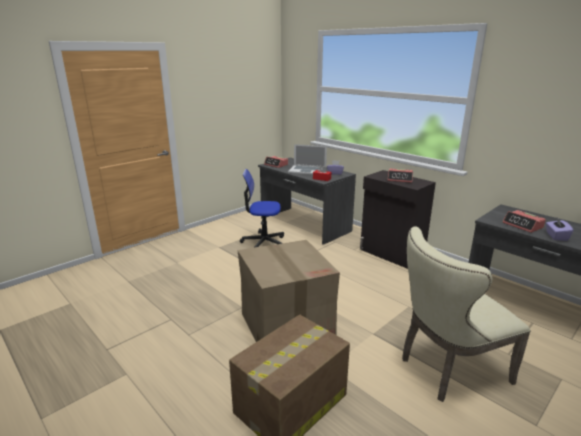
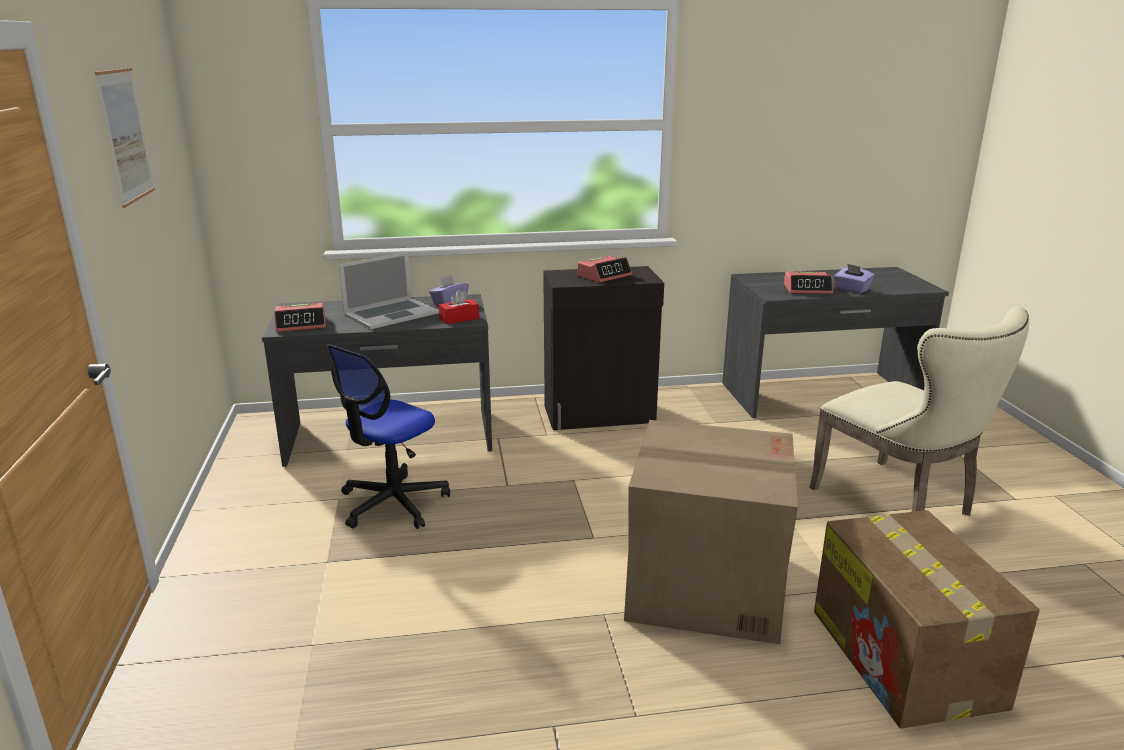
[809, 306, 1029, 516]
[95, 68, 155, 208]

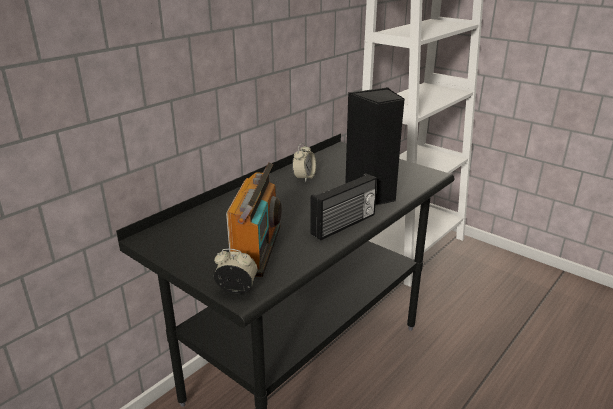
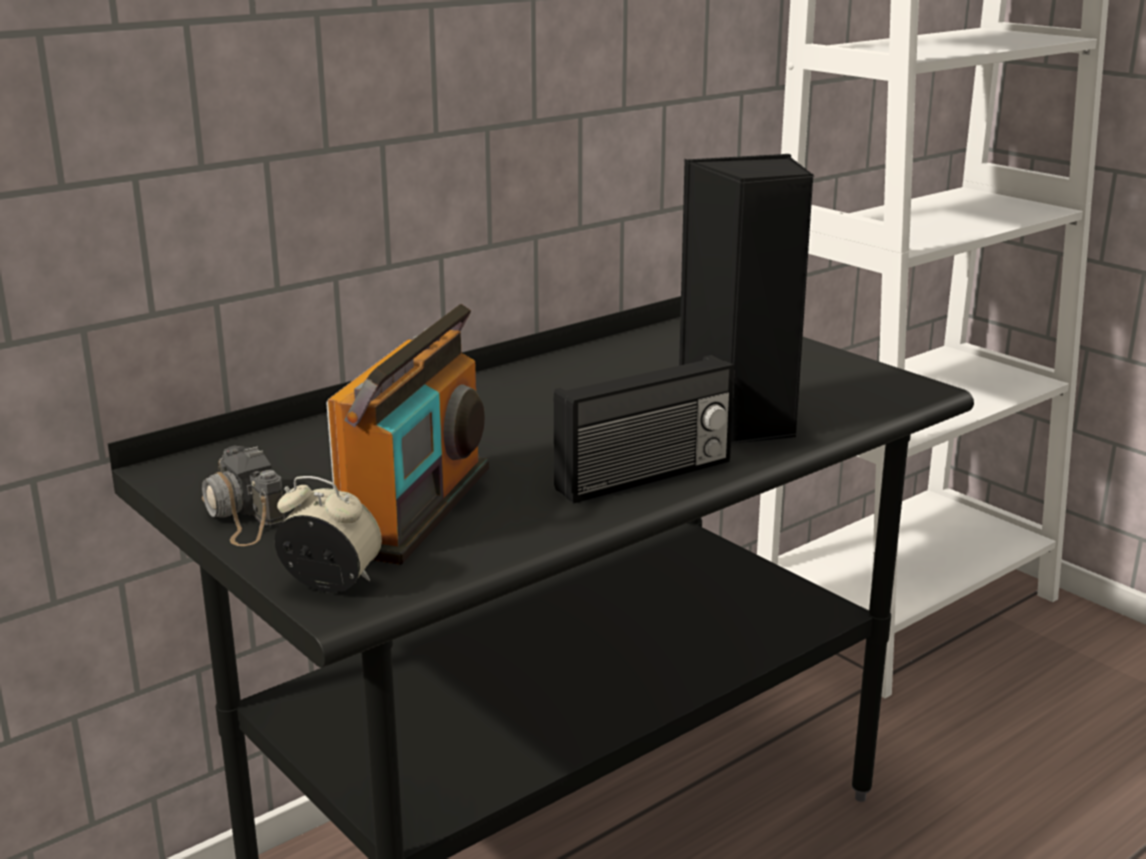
[292, 143, 316, 182] (first image)
[202, 445, 286, 546]

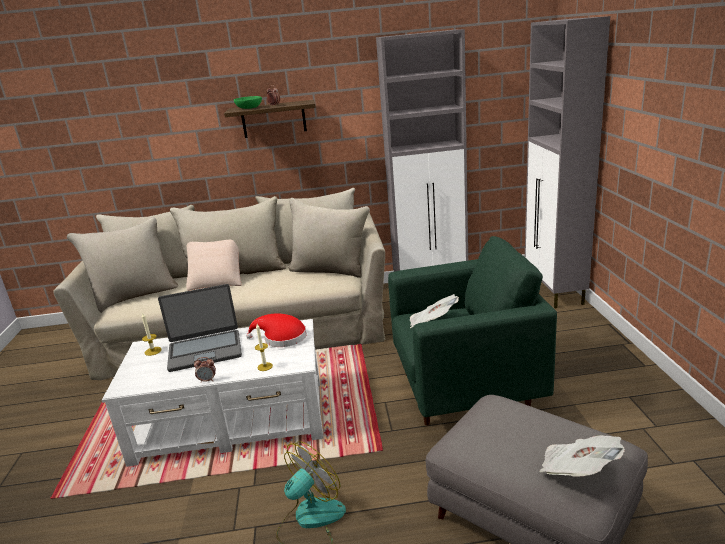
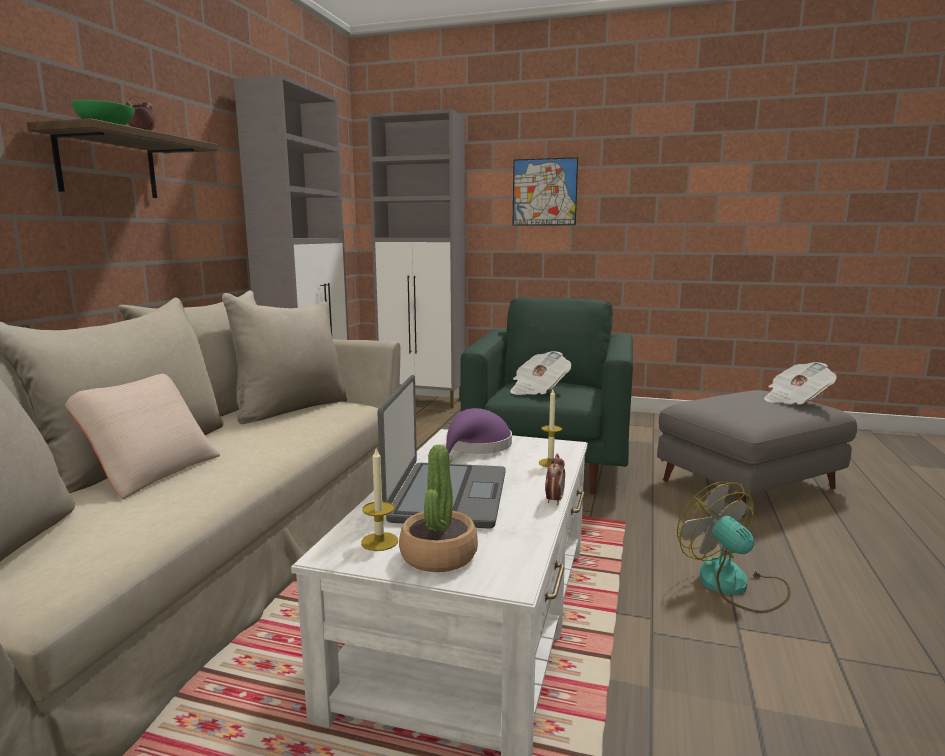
[446, 408, 512, 464]
[399, 445, 478, 572]
[512, 157, 578, 226]

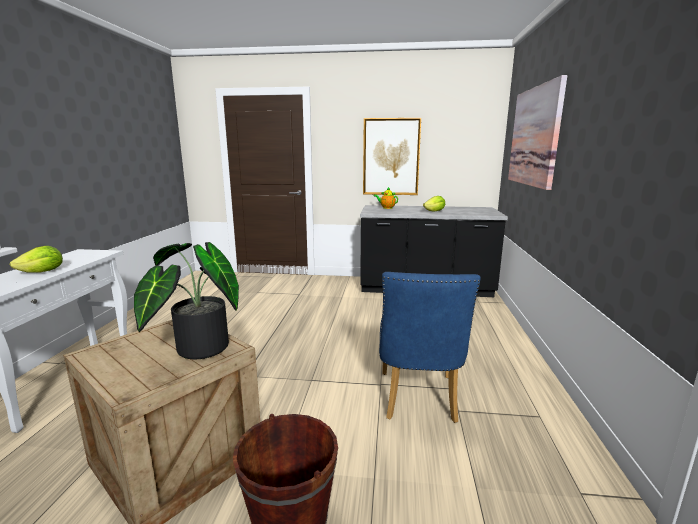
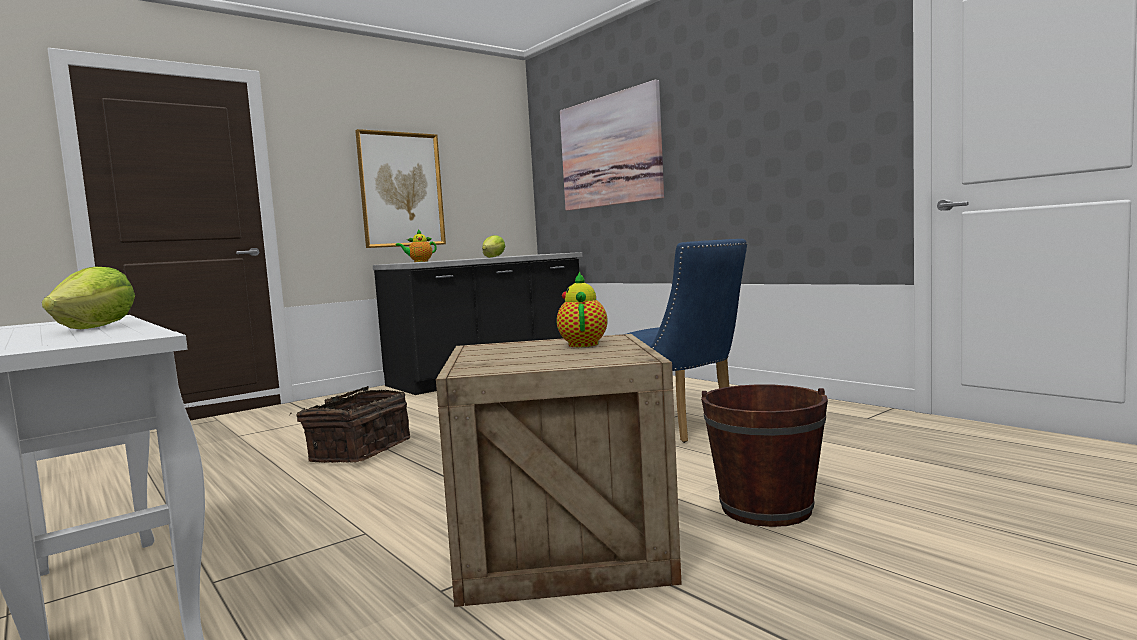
[557, 272, 608, 347]
[290, 386, 410, 463]

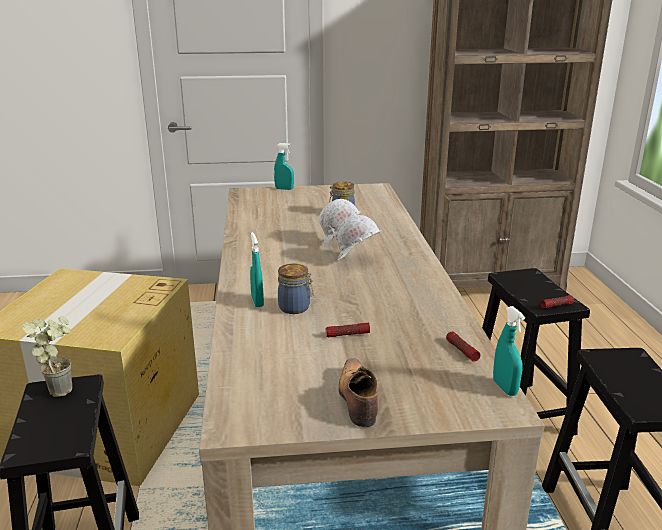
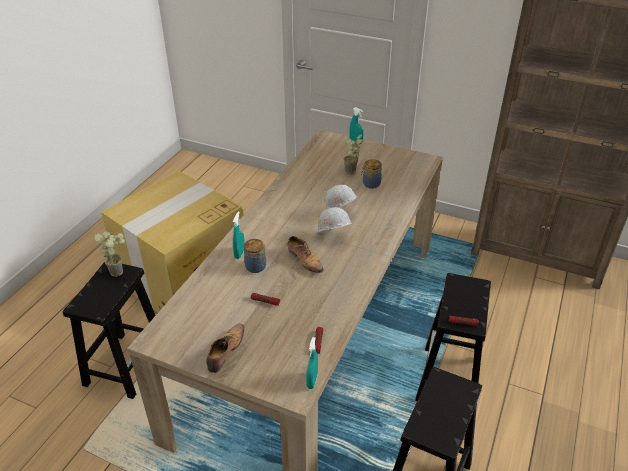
[288, 236, 324, 273]
[344, 134, 362, 175]

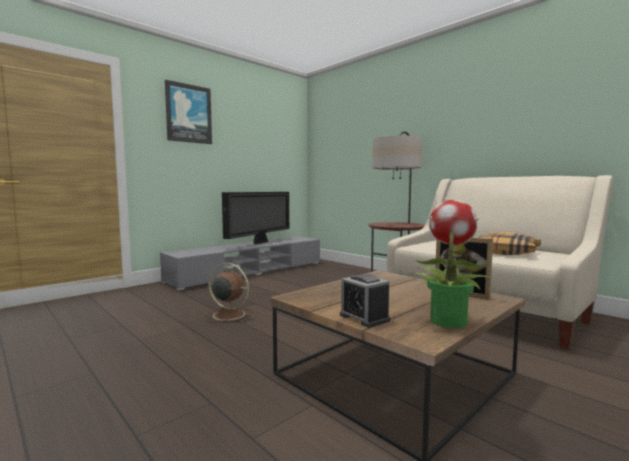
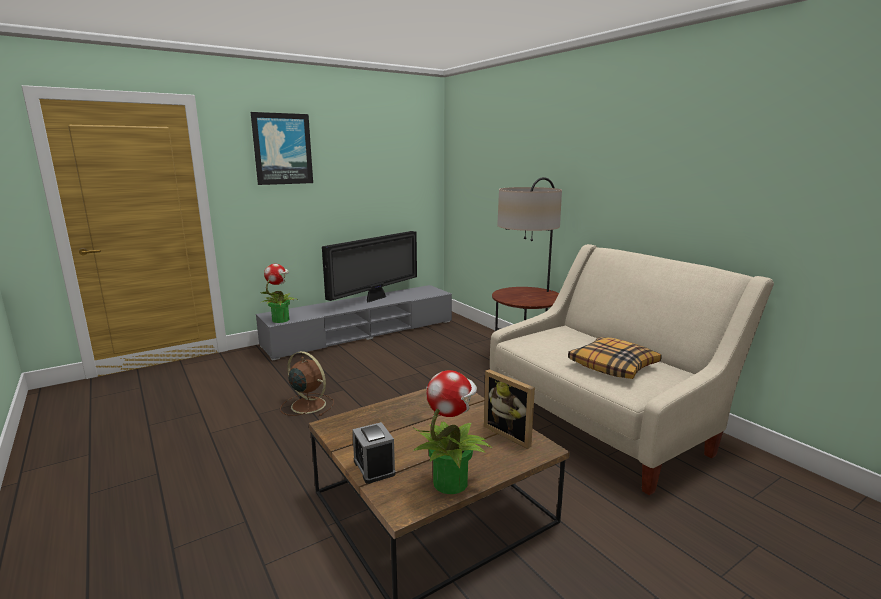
[260, 264, 299, 323]

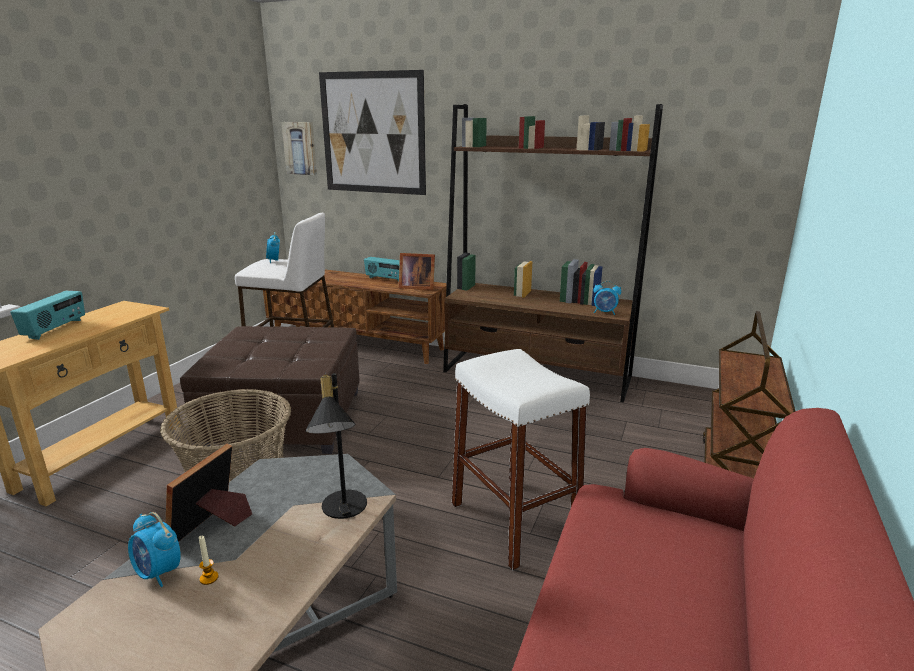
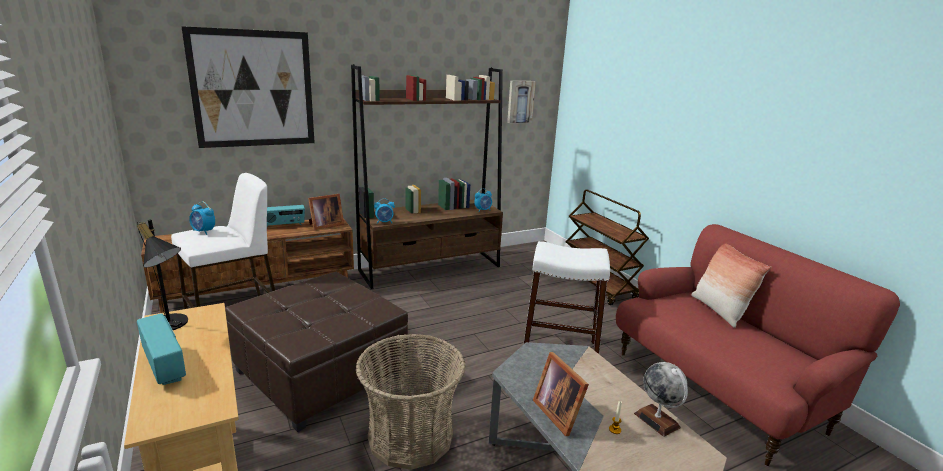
[374, 199, 395, 224]
[507, 81, 536, 123]
[137, 219, 188, 330]
[634, 362, 688, 437]
[691, 243, 771, 328]

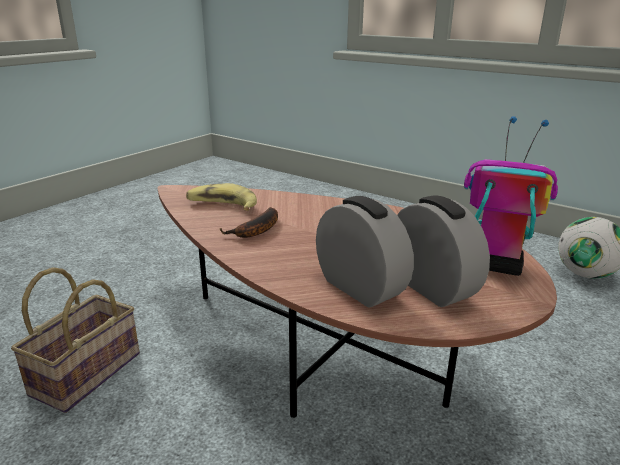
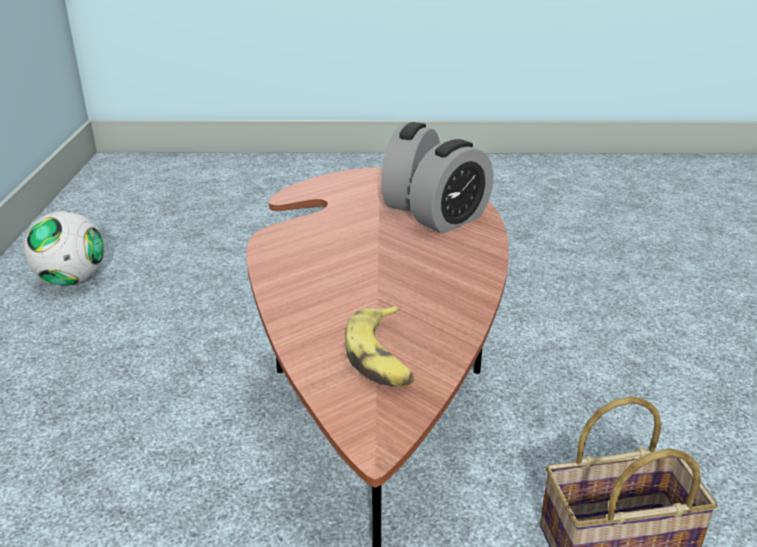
[220, 207, 278, 238] (first image)
[409, 139, 493, 234]
[464, 117, 558, 276] (first image)

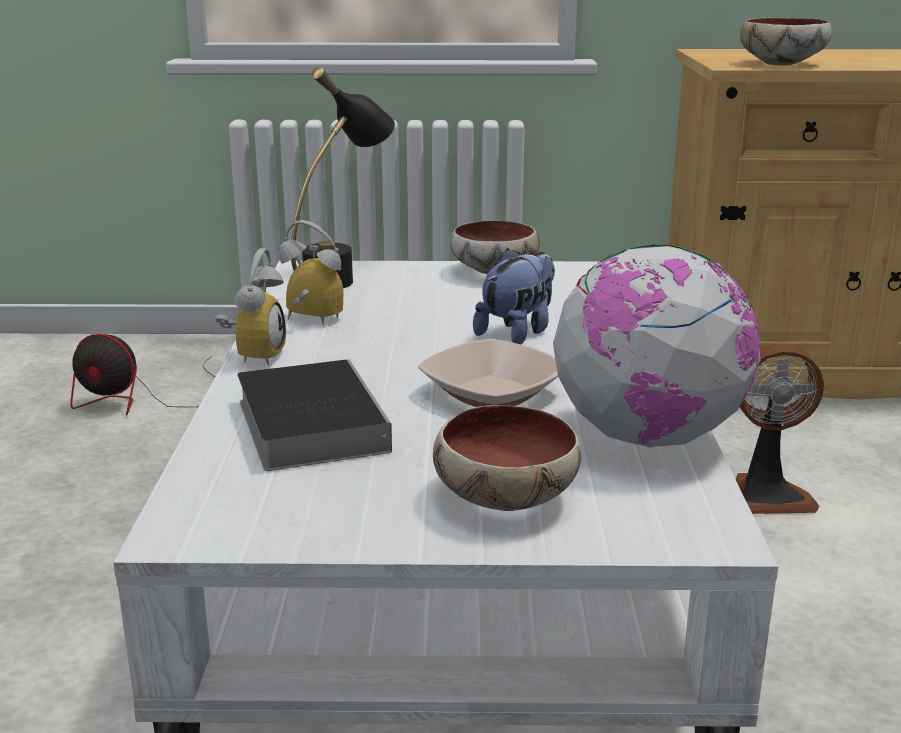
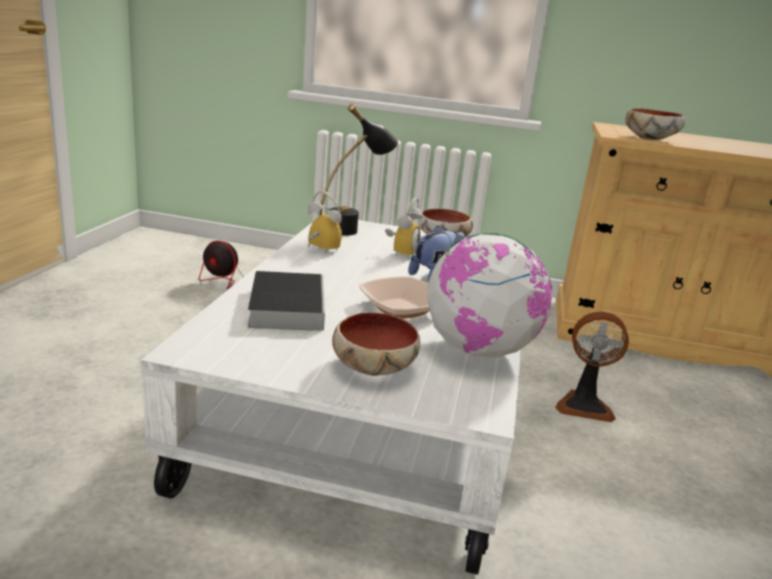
[385, 197, 423, 259]

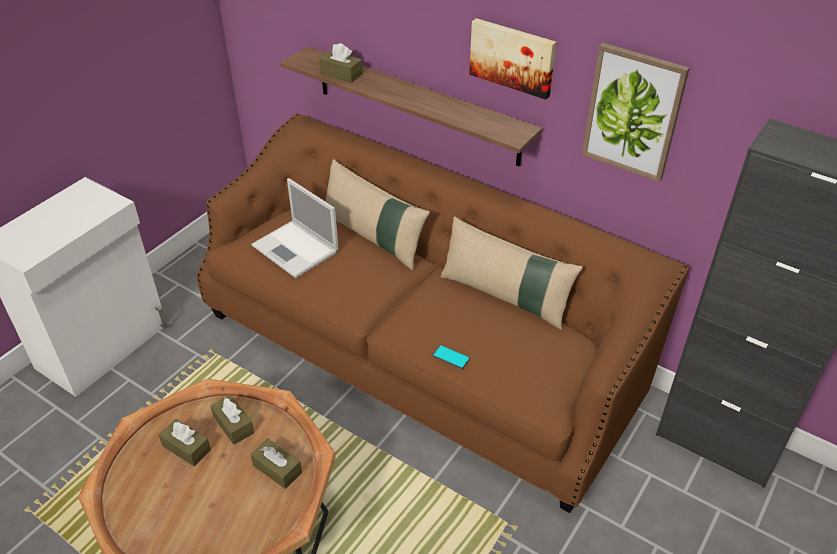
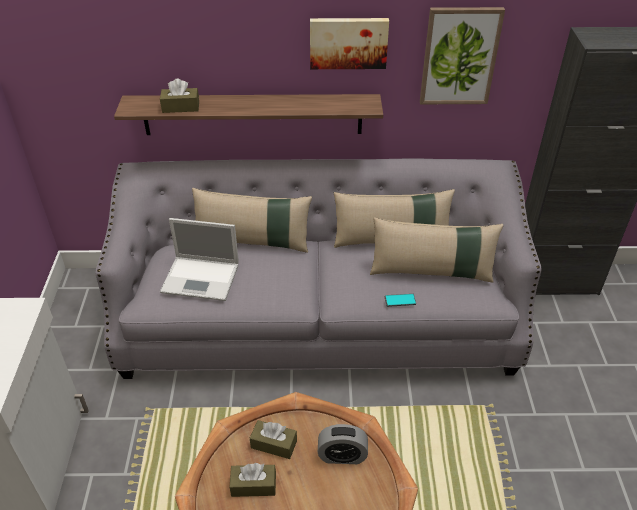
[96, 158, 541, 379]
[318, 424, 368, 464]
[370, 217, 503, 283]

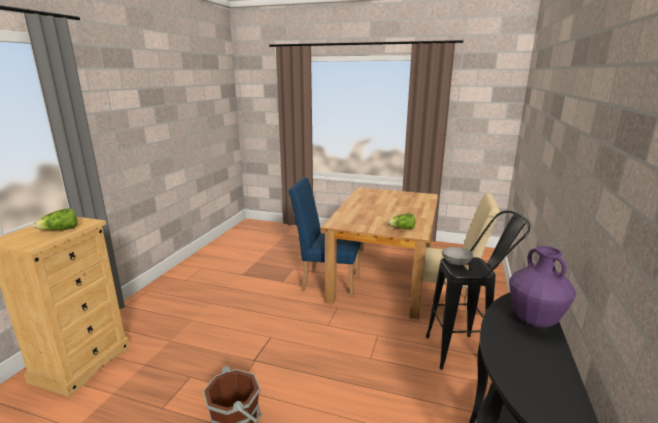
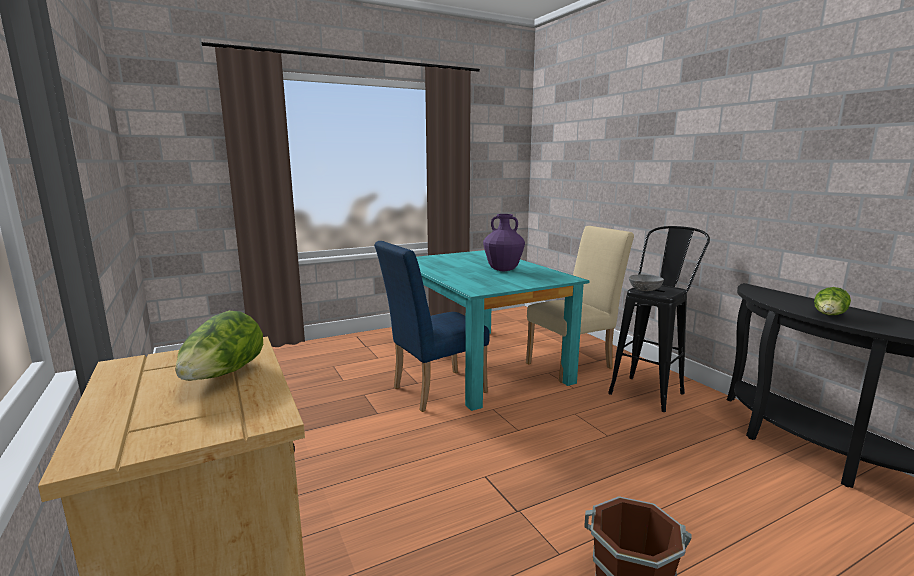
[416, 250, 590, 411]
[814, 287, 851, 315]
[483, 214, 525, 271]

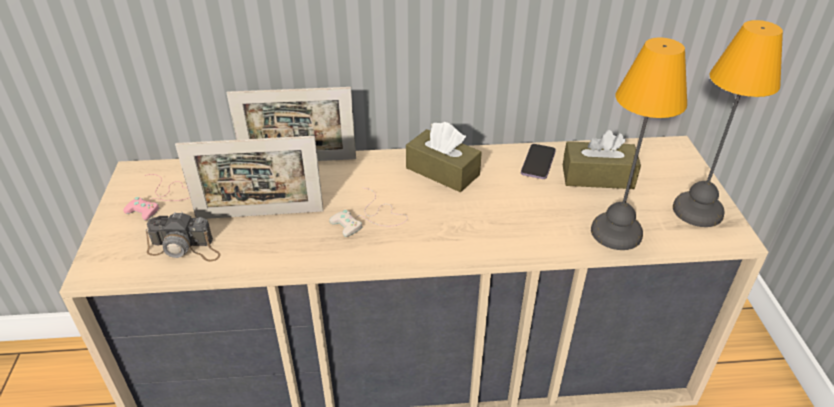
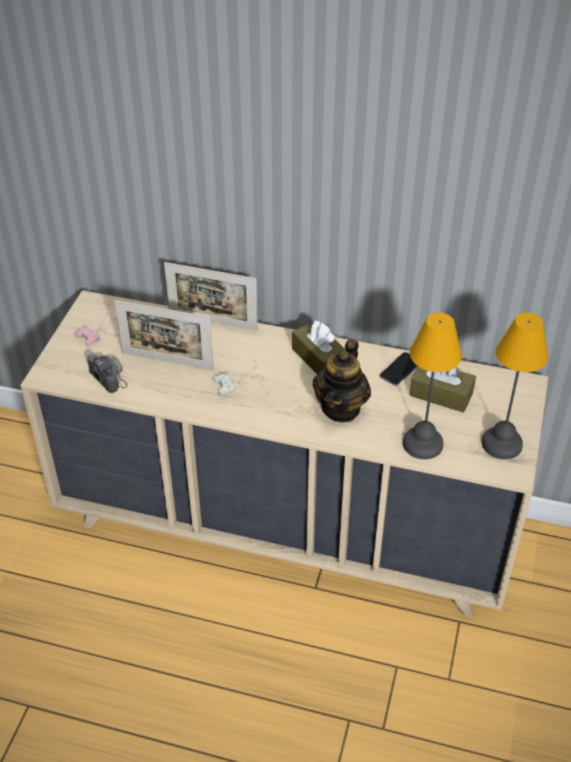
[87, 354, 128, 393]
[313, 339, 371, 423]

